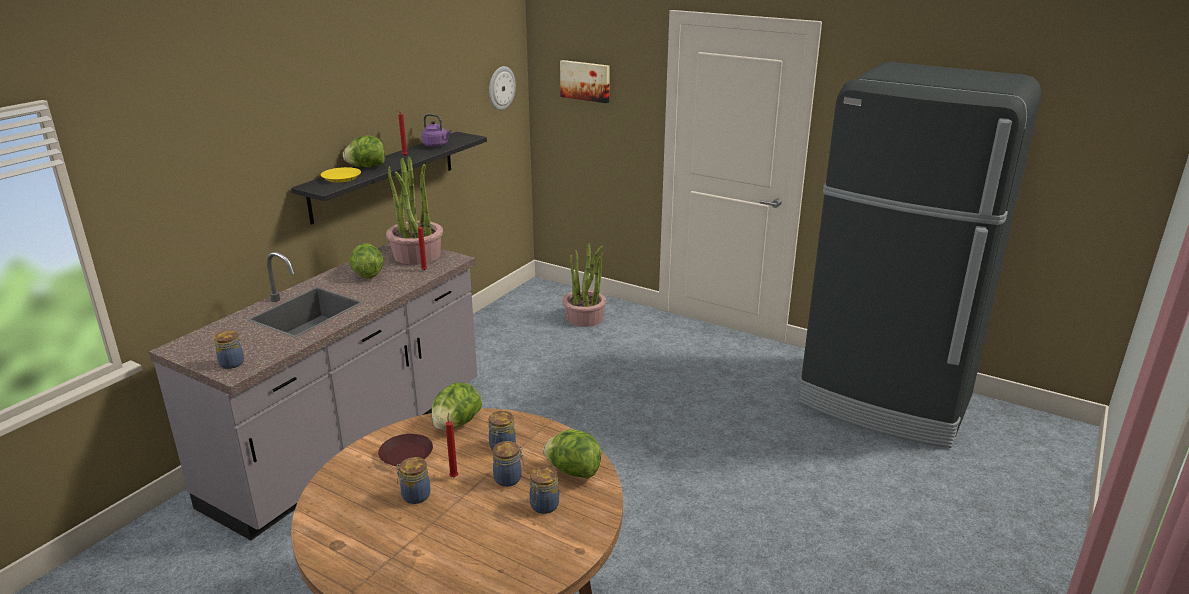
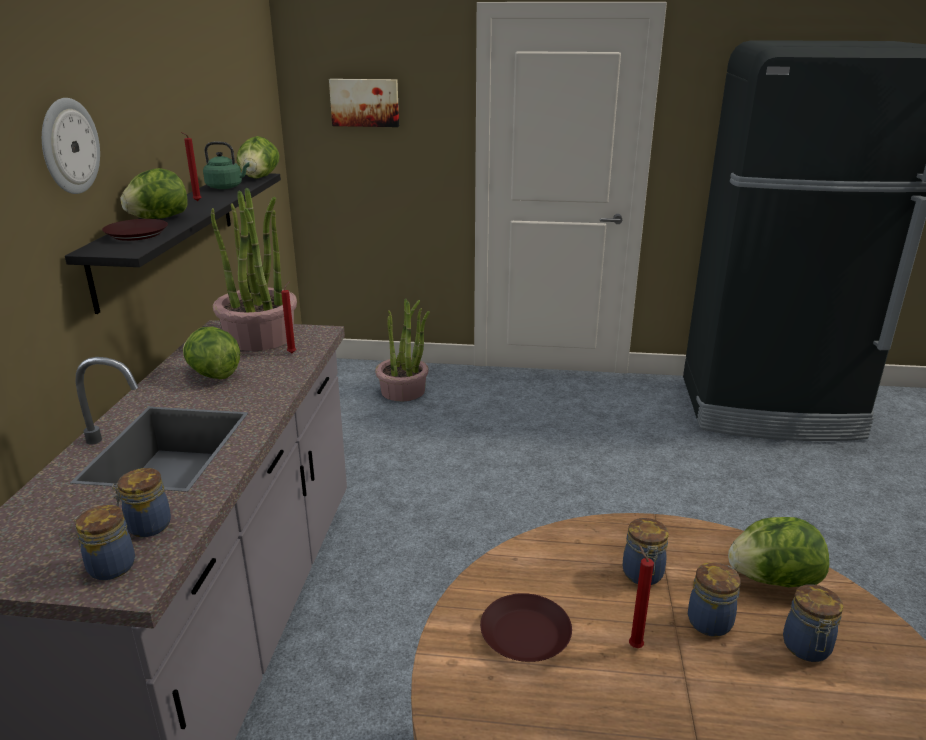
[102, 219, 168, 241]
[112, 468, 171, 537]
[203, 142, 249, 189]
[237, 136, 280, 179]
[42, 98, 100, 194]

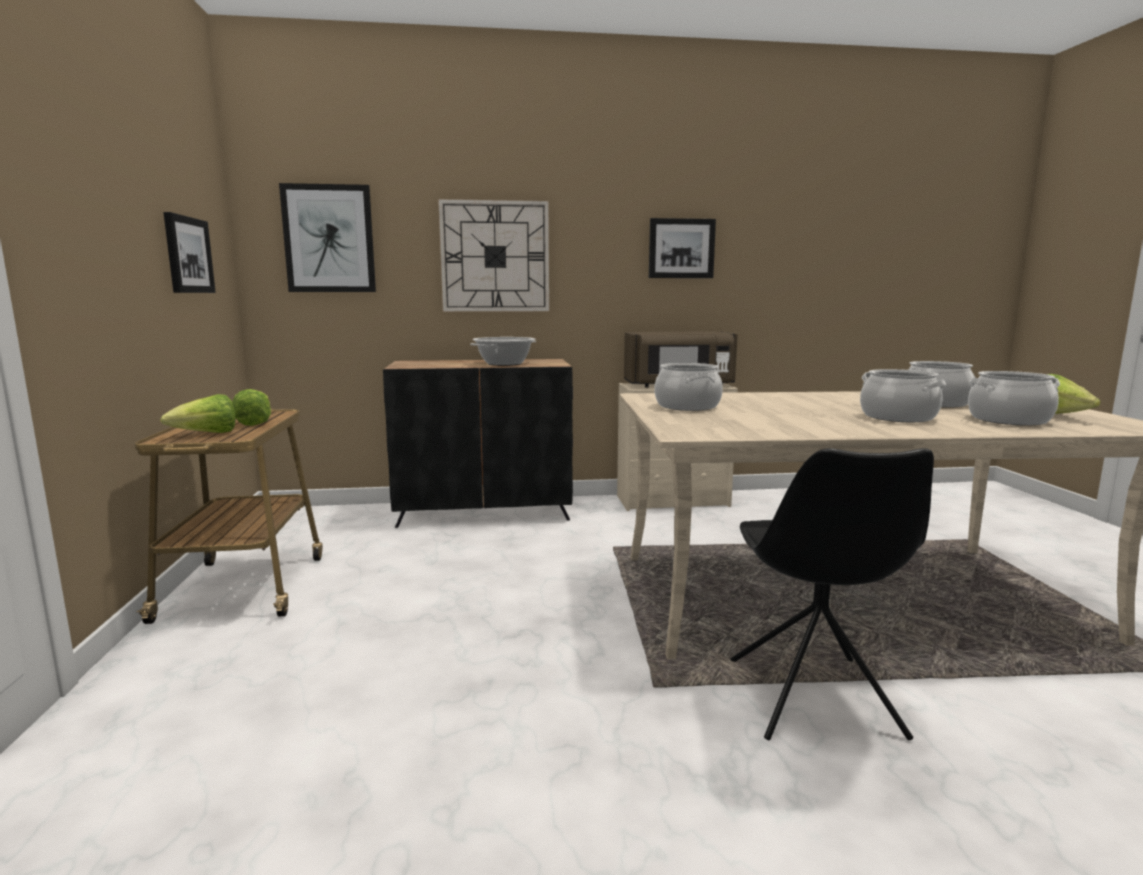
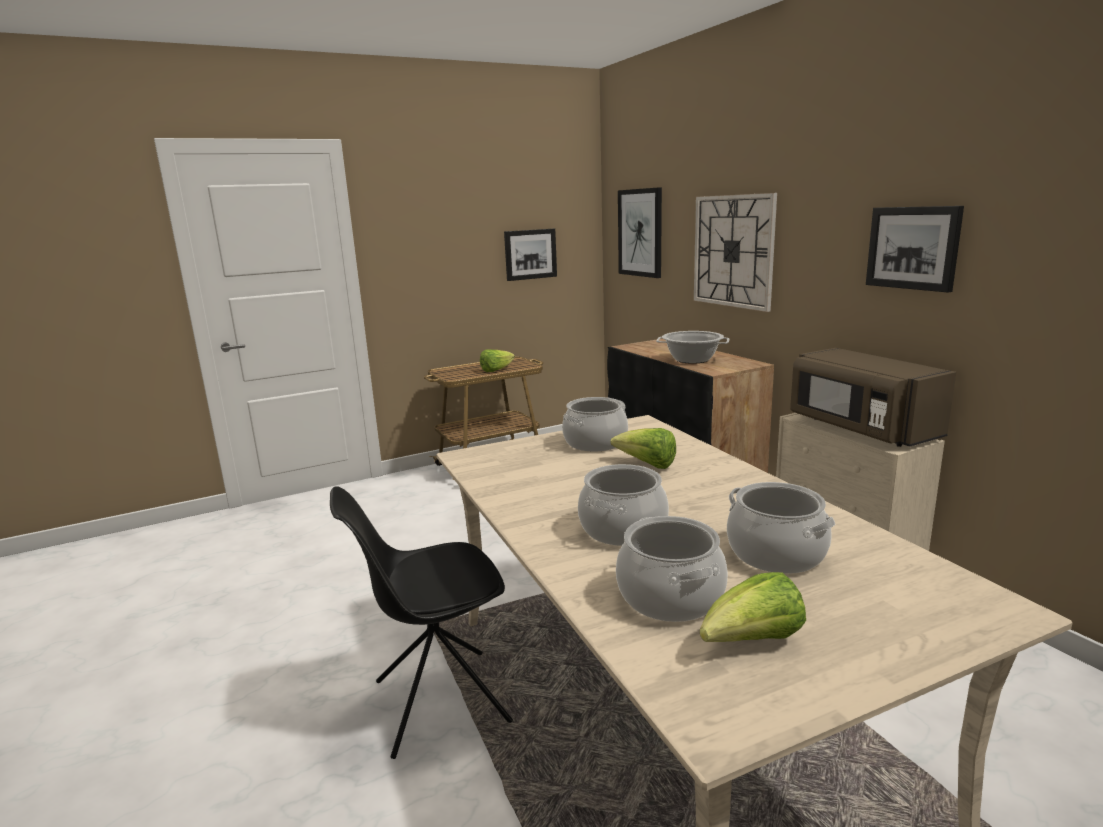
[610, 428, 676, 469]

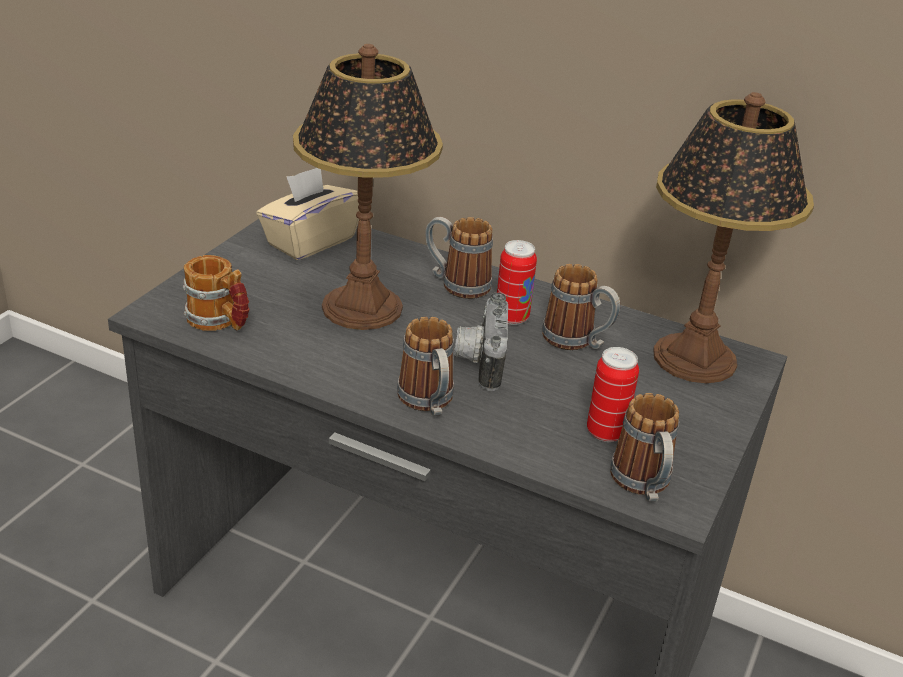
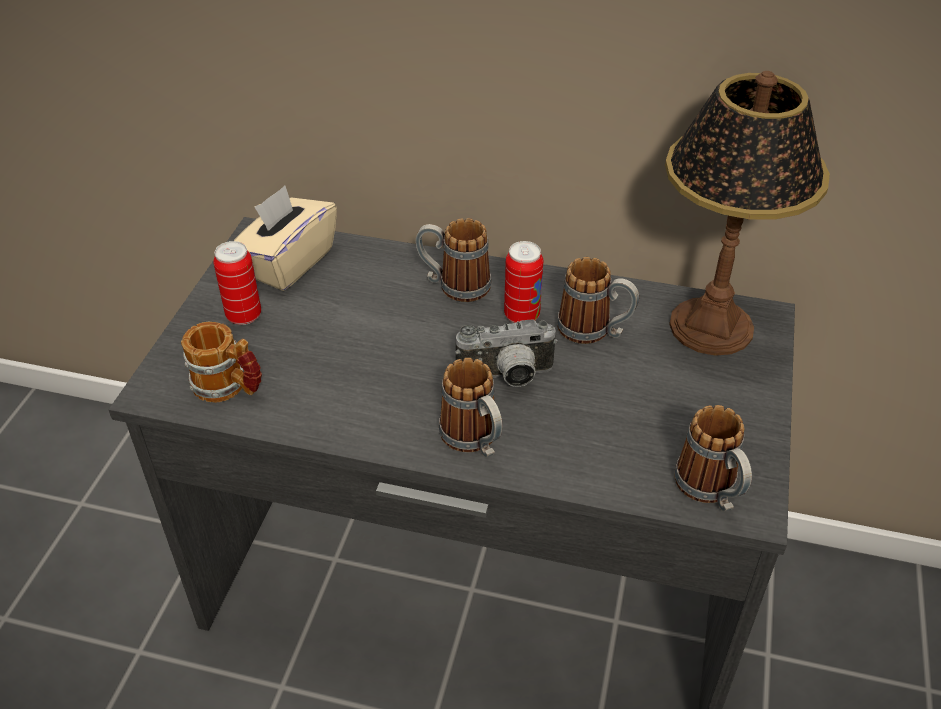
[293, 44, 443, 330] (first image)
[455, 319, 558, 387]
[213, 241, 261, 325]

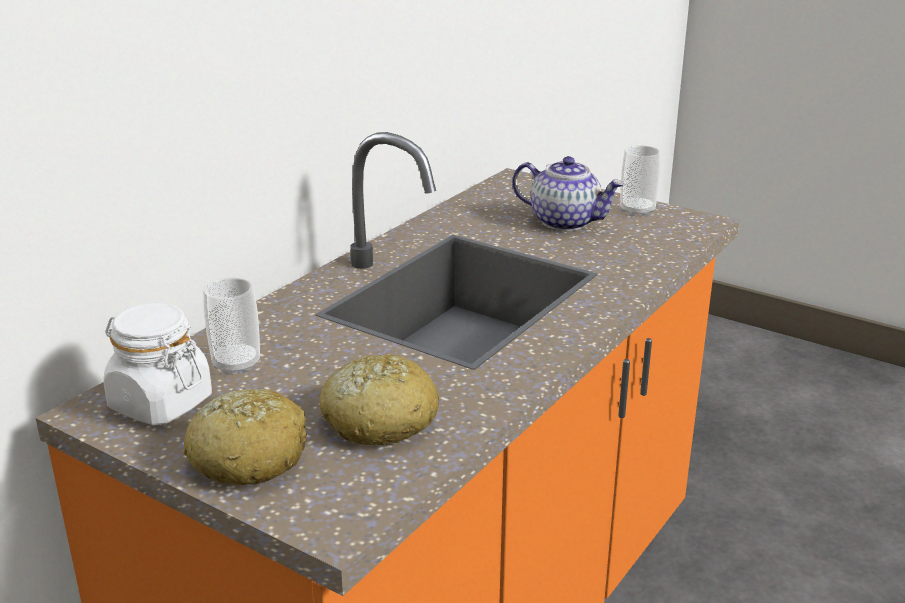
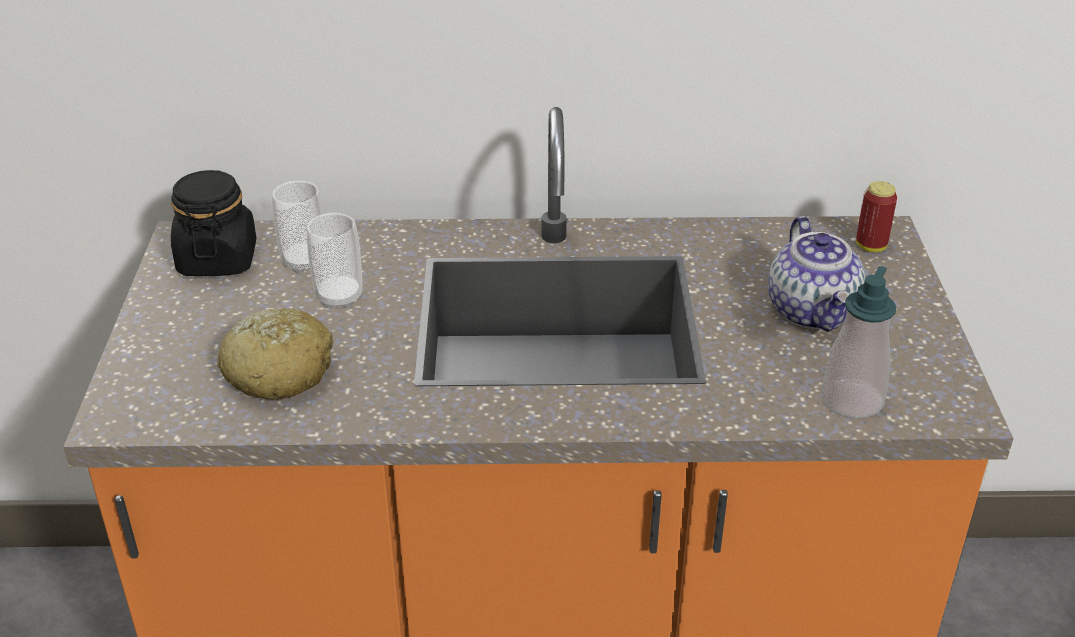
[171, 170, 256, 276]
[184, 389, 307, 485] (first image)
[307, 213, 362, 308]
[821, 266, 896, 419]
[856, 181, 897, 252]

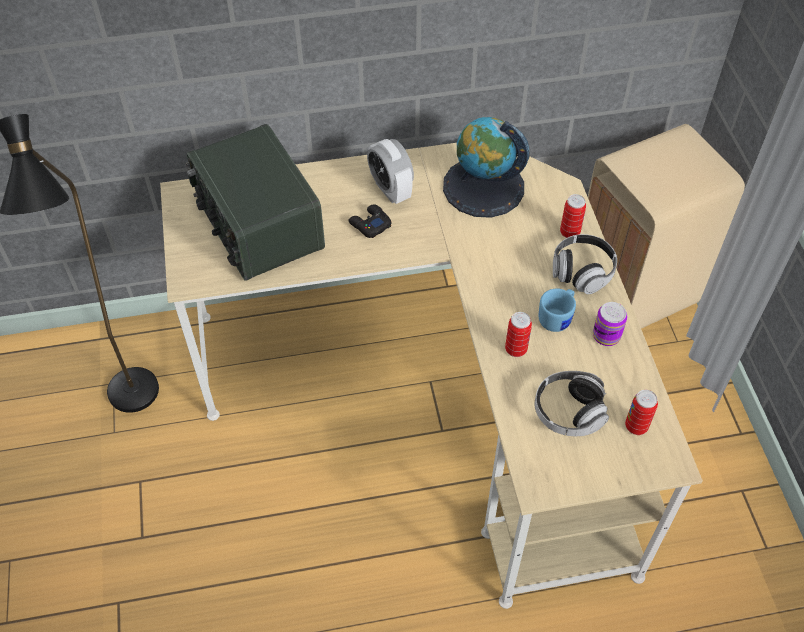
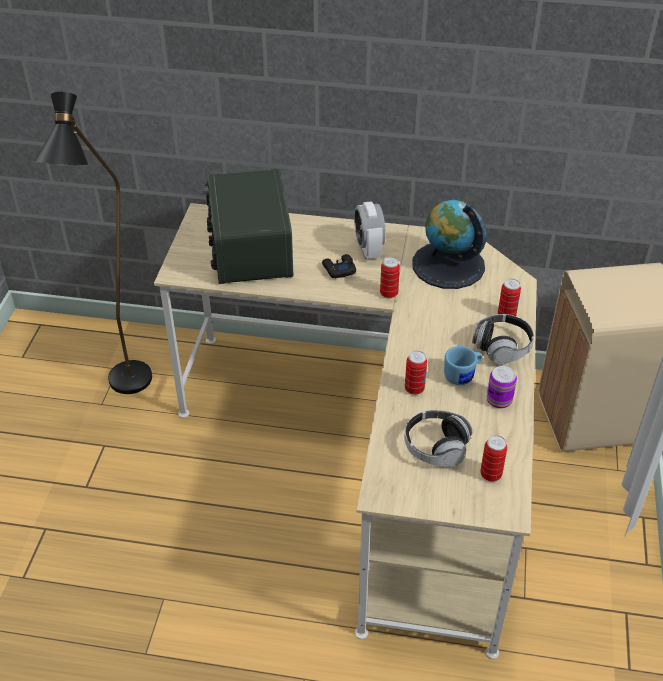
[380, 257, 400, 298]

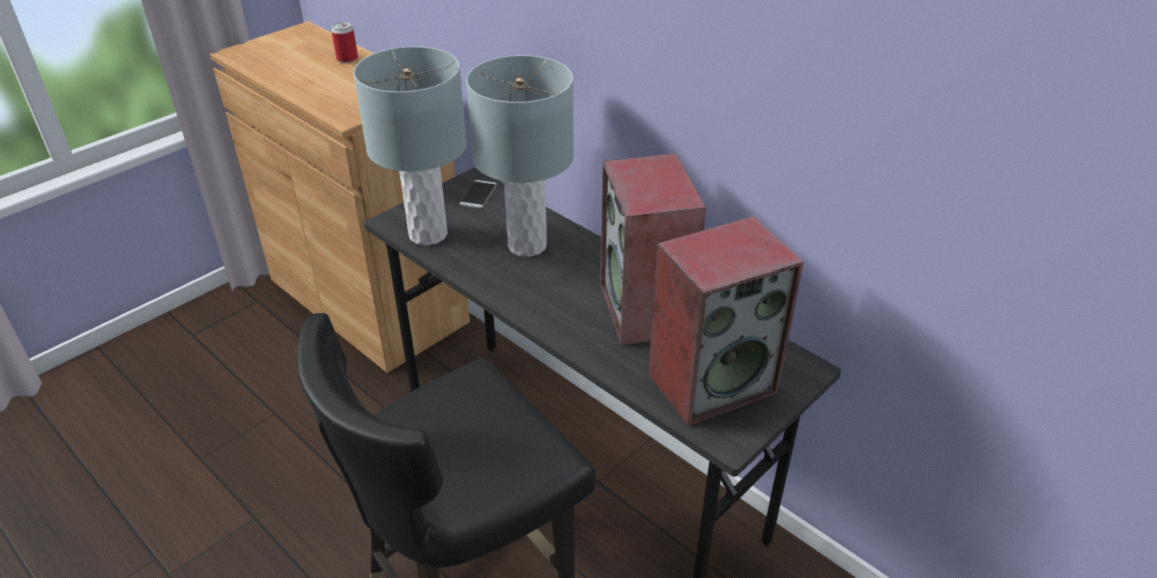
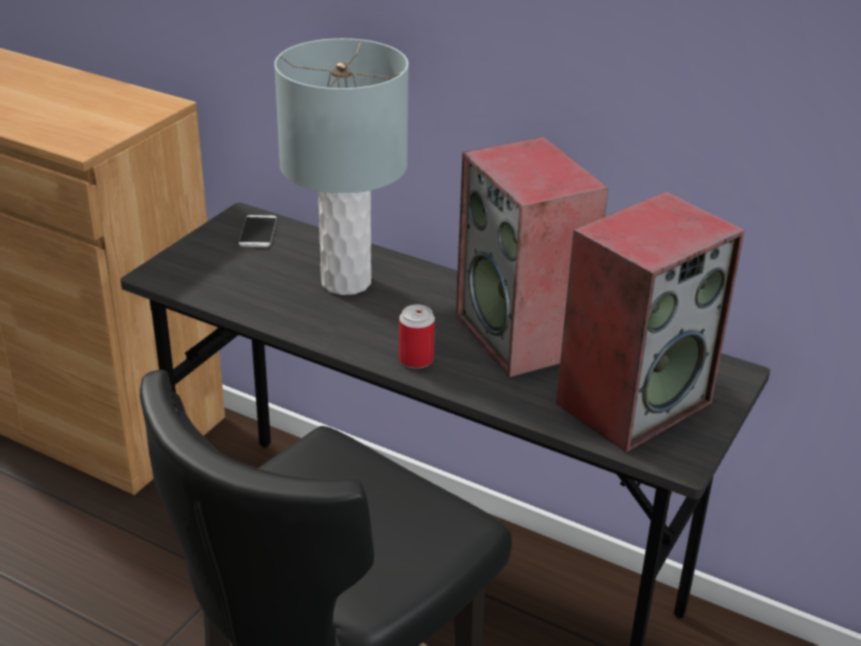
[399, 305, 435, 369]
[353, 46, 467, 246] (first image)

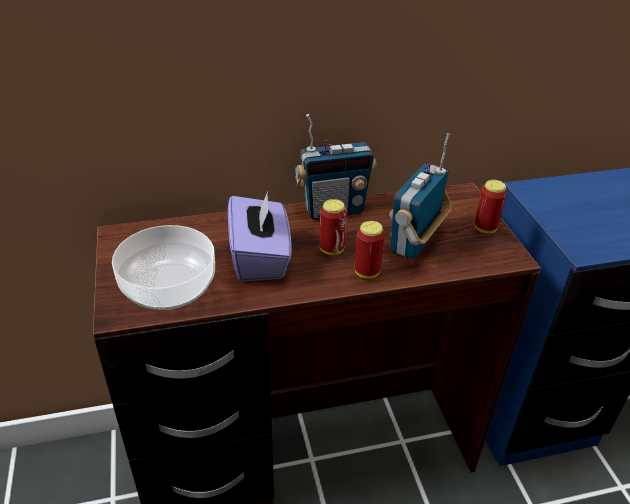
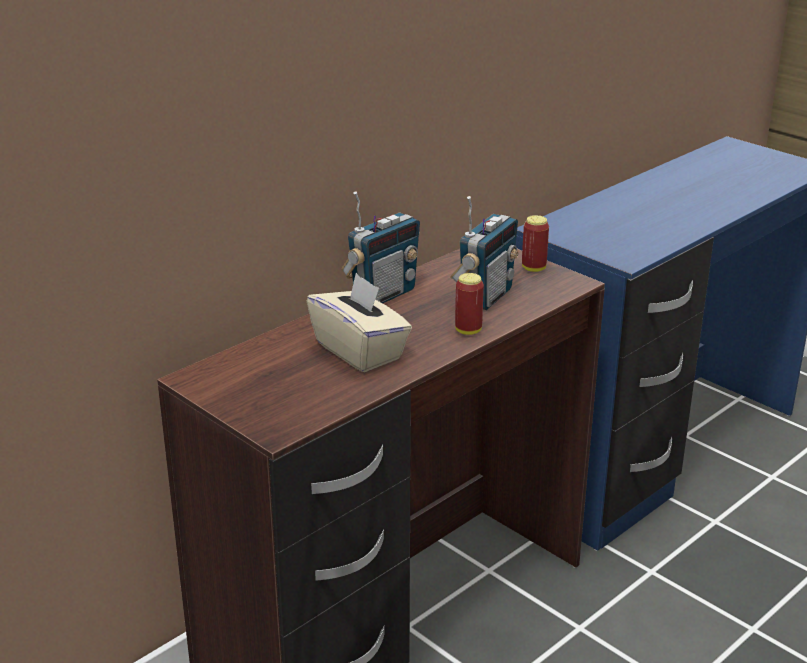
[112, 225, 215, 310] (first image)
[307, 273, 412, 372]
[319, 199, 347, 255] (first image)
[450, 196, 519, 310]

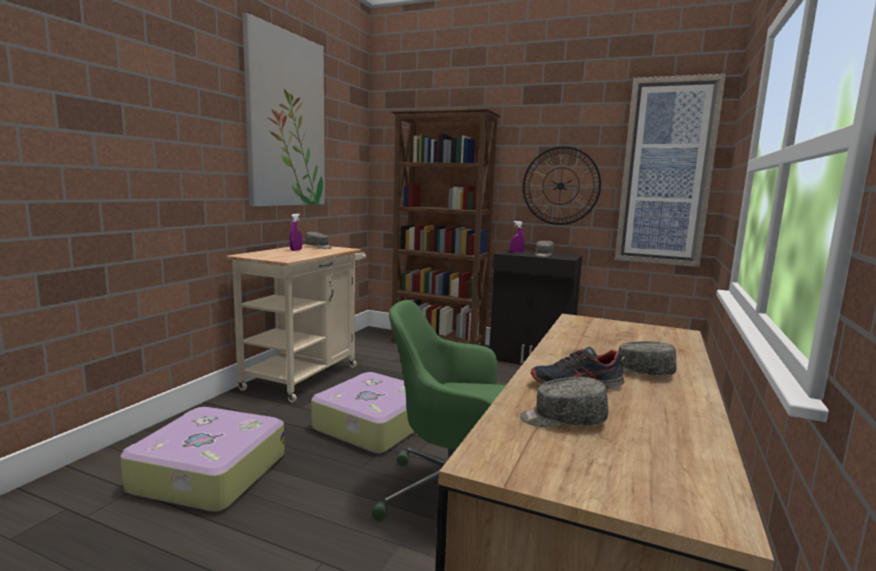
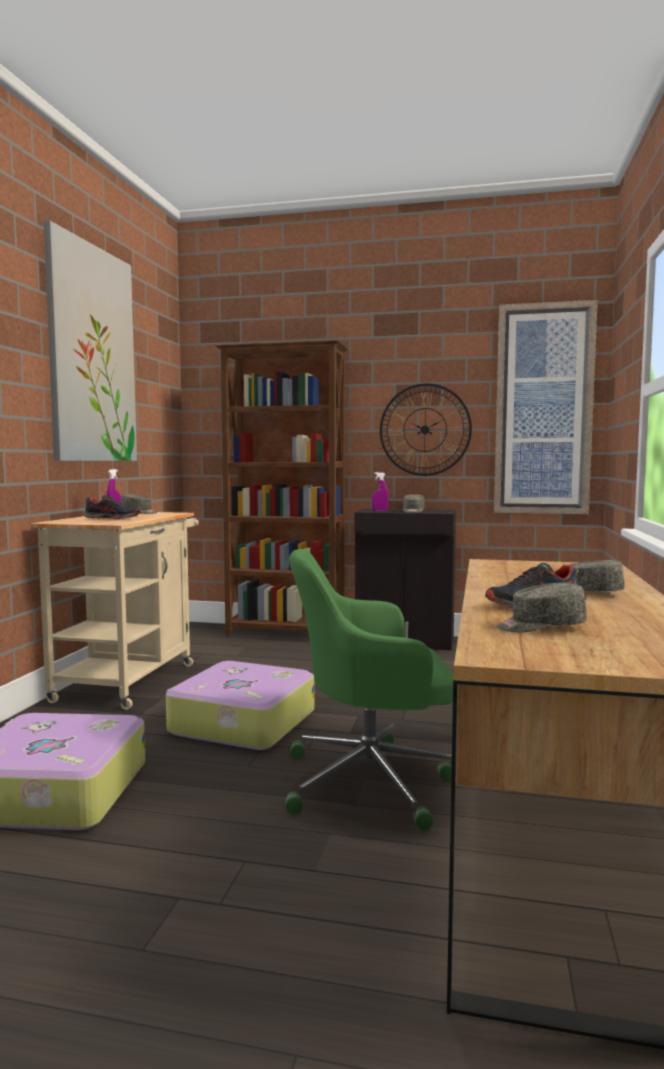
[84, 495, 141, 519]

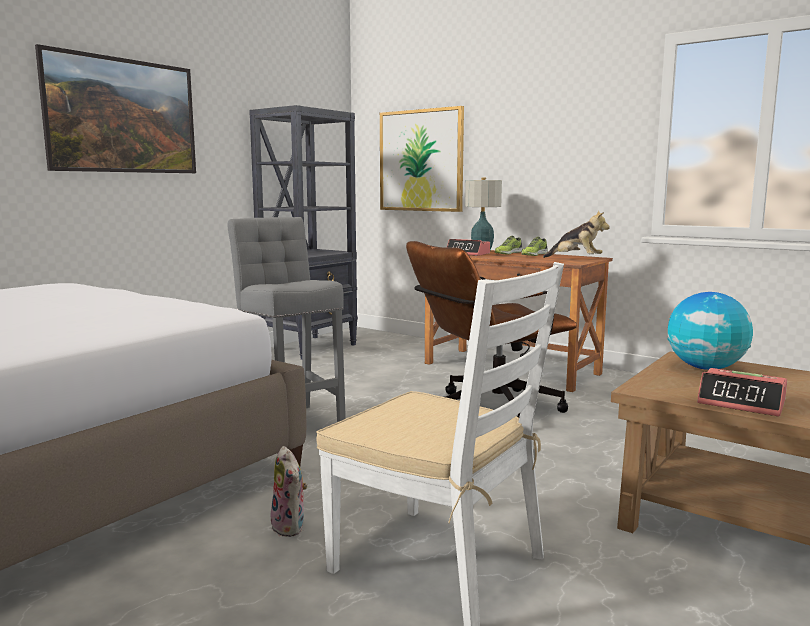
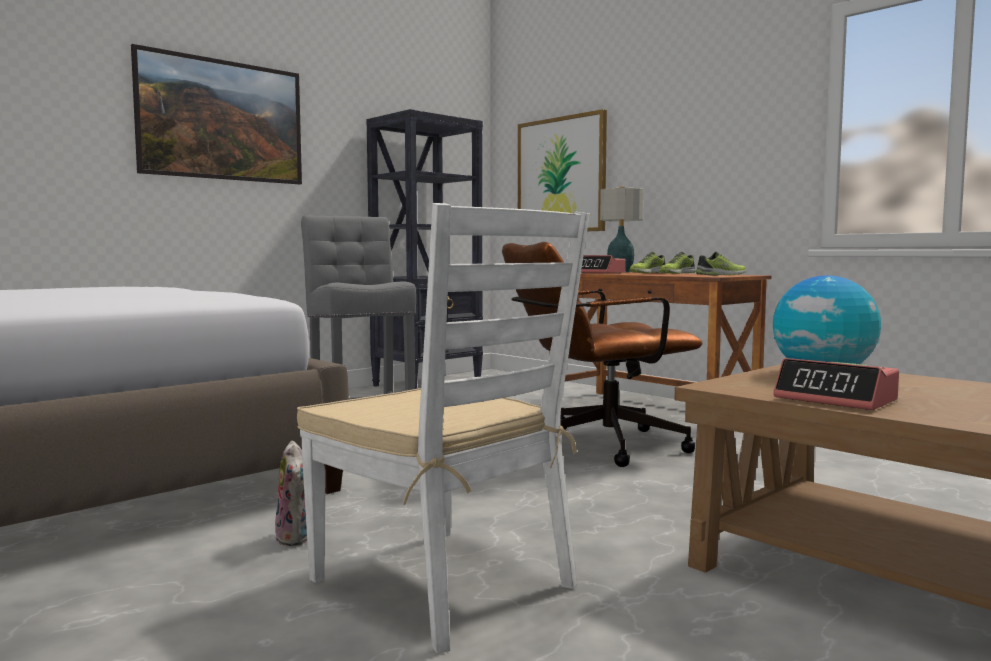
[696, 252, 746, 276]

